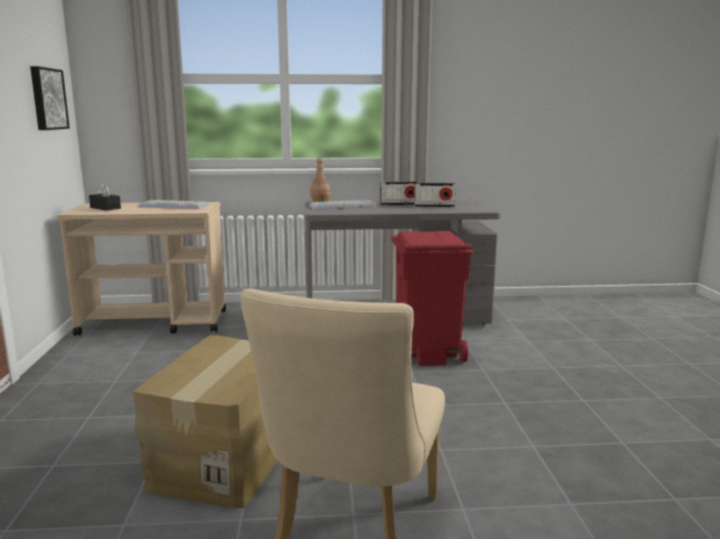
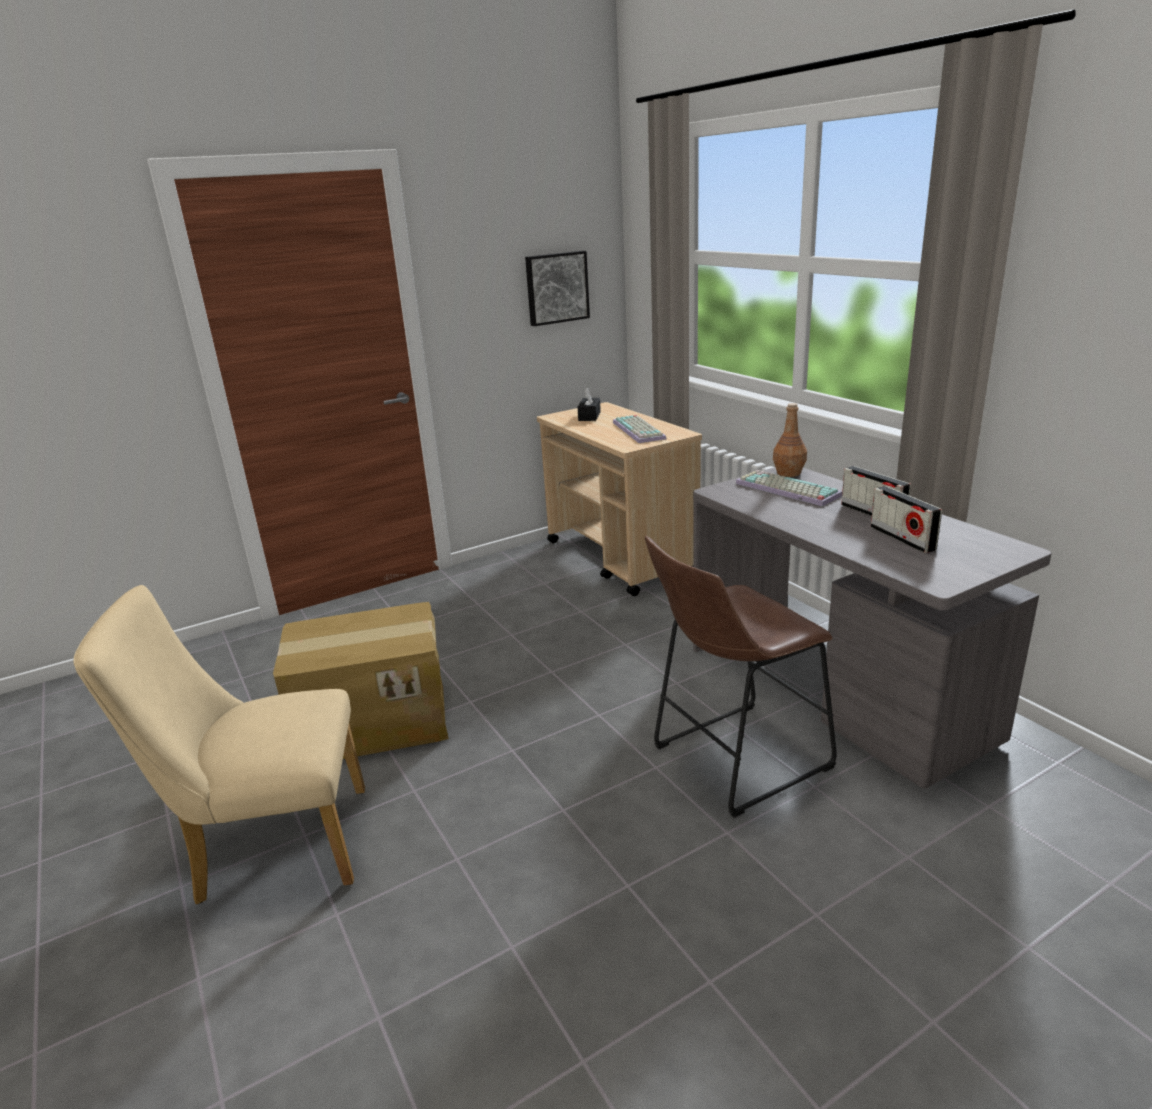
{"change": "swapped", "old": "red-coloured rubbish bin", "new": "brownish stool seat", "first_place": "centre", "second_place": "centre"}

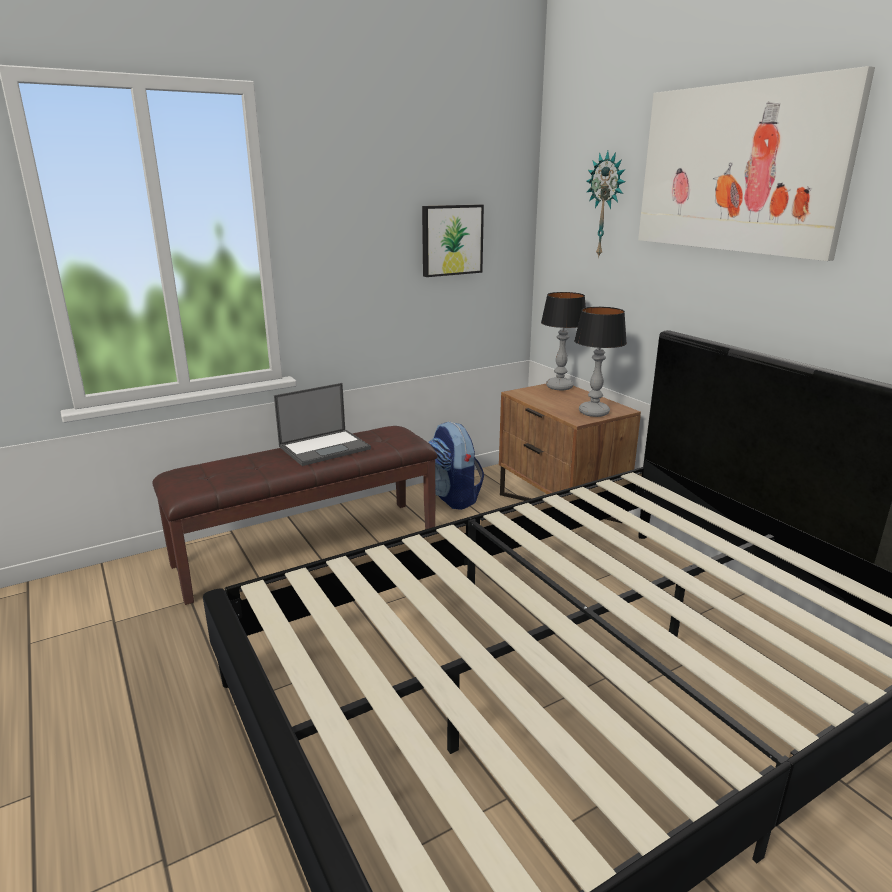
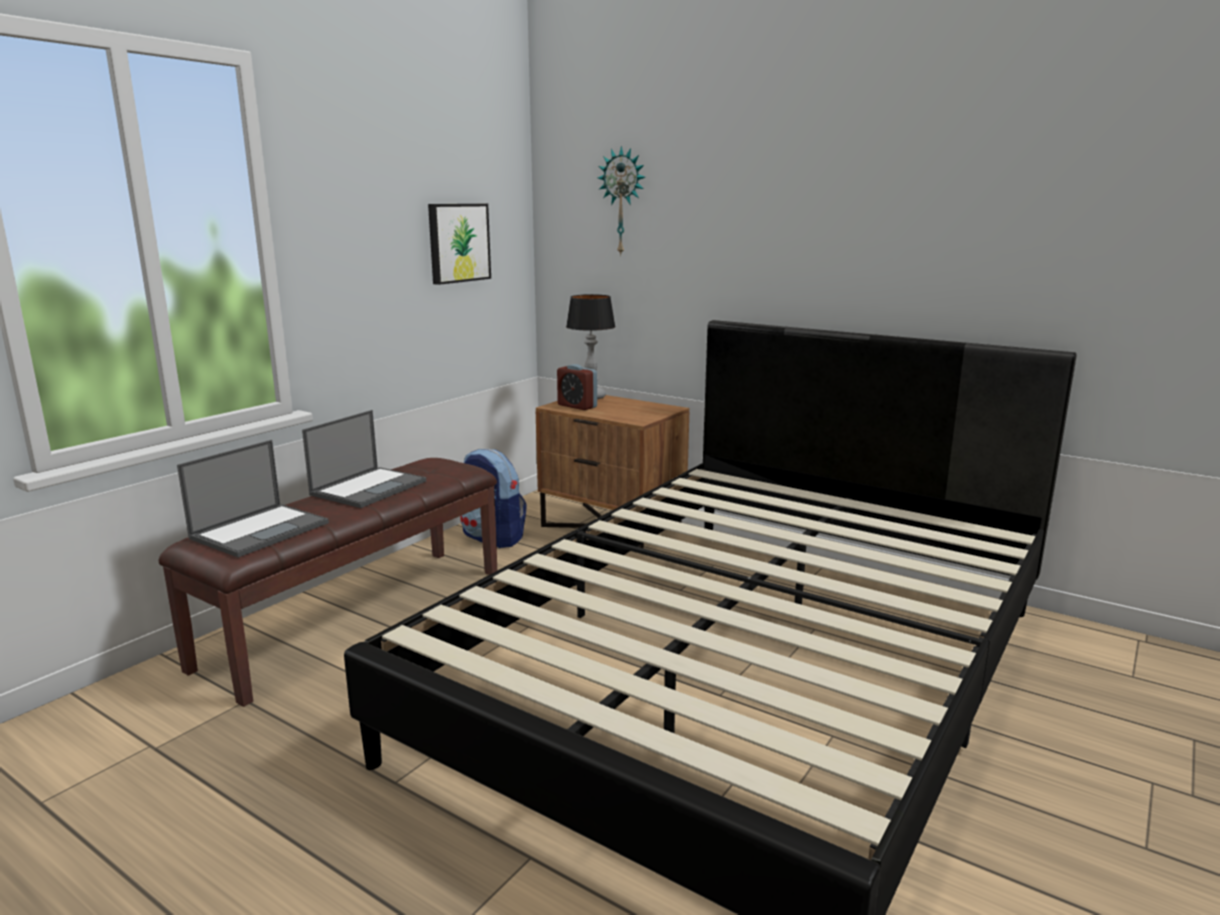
{"change": "gone", "old": "wall picture (no. 2 from left)", "first_place": "top right"}
{"change": "gone", "old": "table lamp (no. 2 from left)", "first_place": "middle right"}
{"change": "new", "new": "bedside clock", "second_place": "centre"}
{"change": "new", "new": "notebook computer (no. 1 from left)", "second_place": "middle left"}

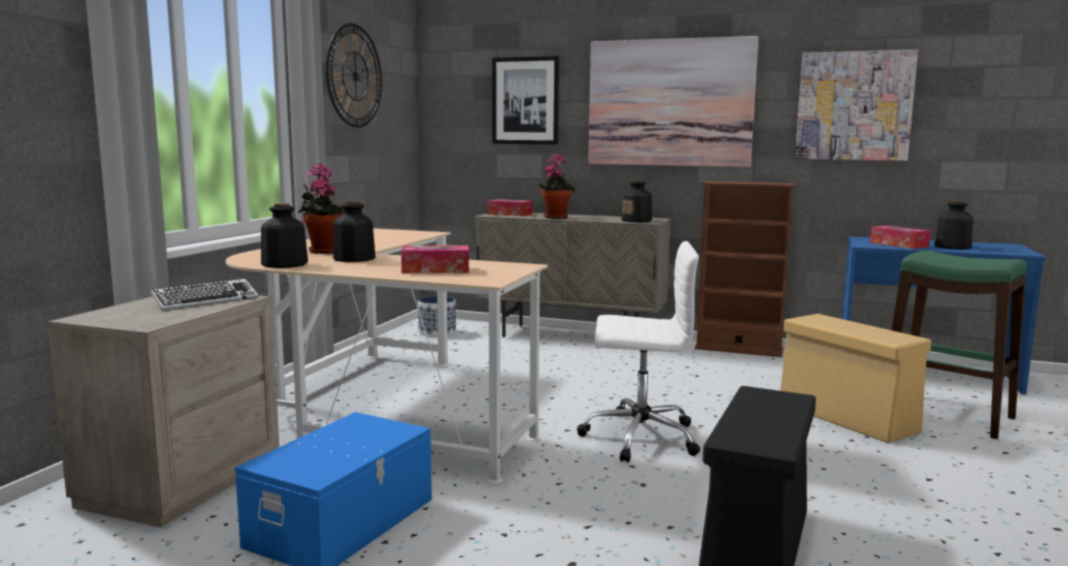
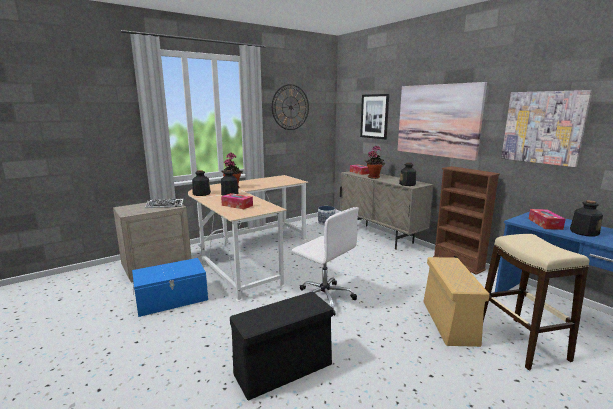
{"change": "repainted", "old": "greenish stool seat", "new": "beige stool seat", "first_place": "middle right", "second_place": "bottom right"}

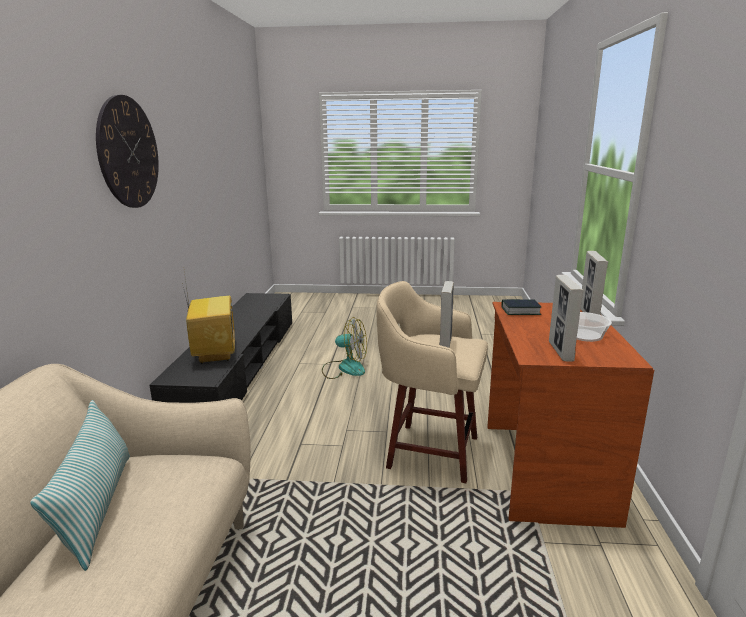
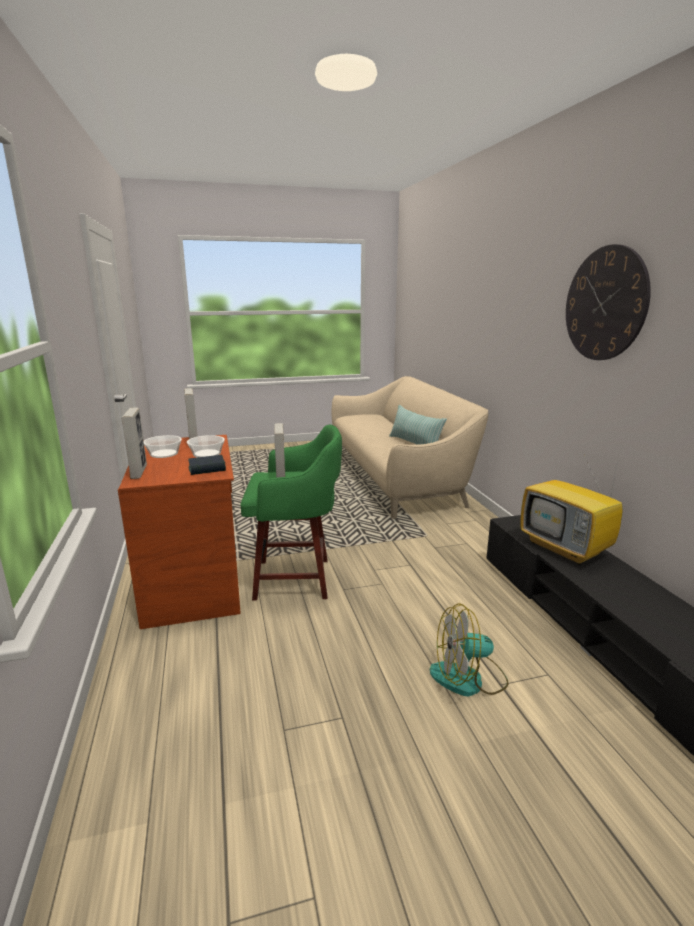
{"change": "repainted", "old": "beige stool seat", "new": "greenish stool seat", "first_place": "centre", "second_place": "centre"}
{"change": "new", "new": "deep dish (no. 2 from left)", "second_place": "middle left"}

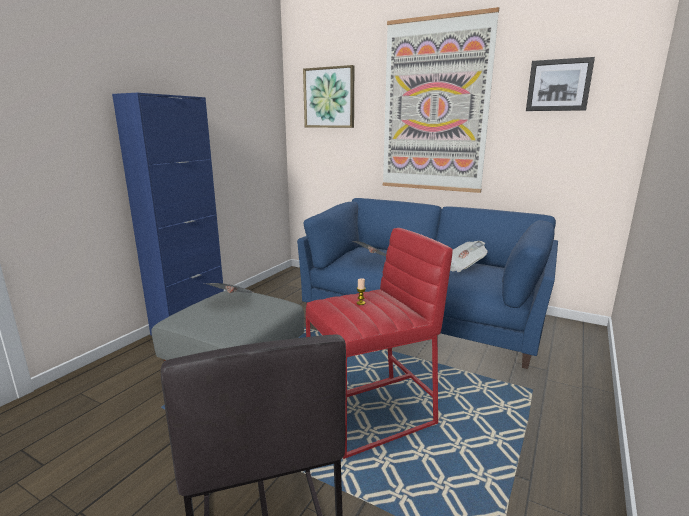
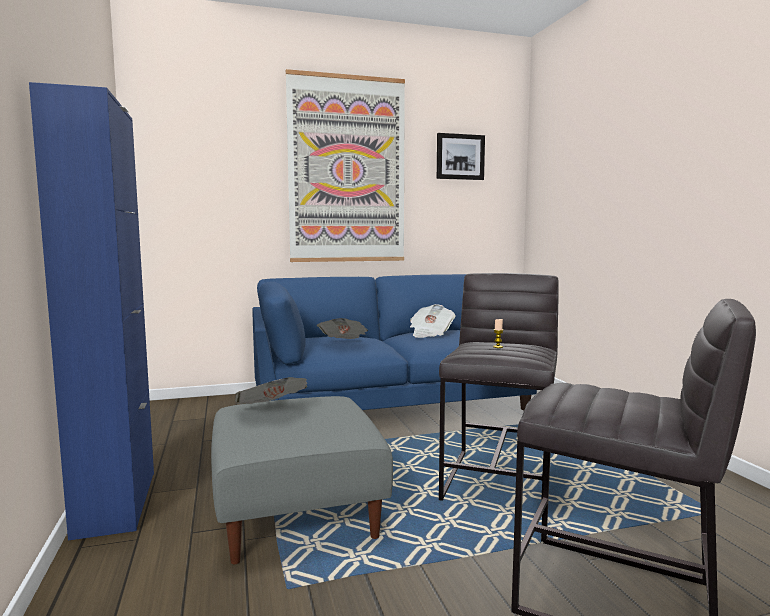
{"change": "gone", "old": "wall picture (no. 1 from left)", "first_place": "top centre"}
{"change": "repainted", "old": "red-coloured stool seat", "new": "gray stool seat (no. 1 from left)", "first_place": "centre", "second_place": "centre"}

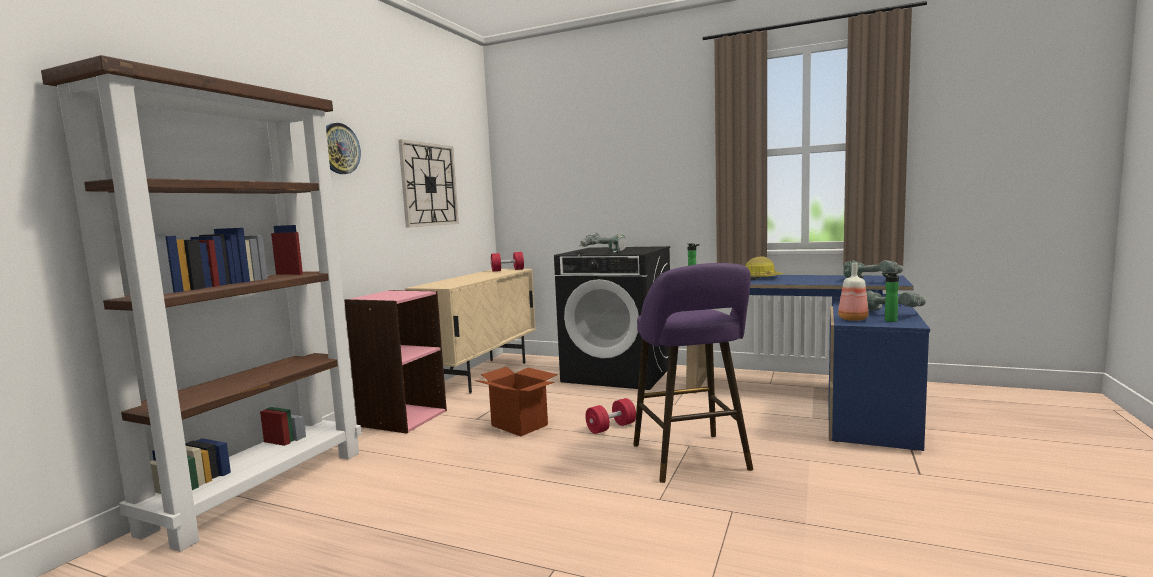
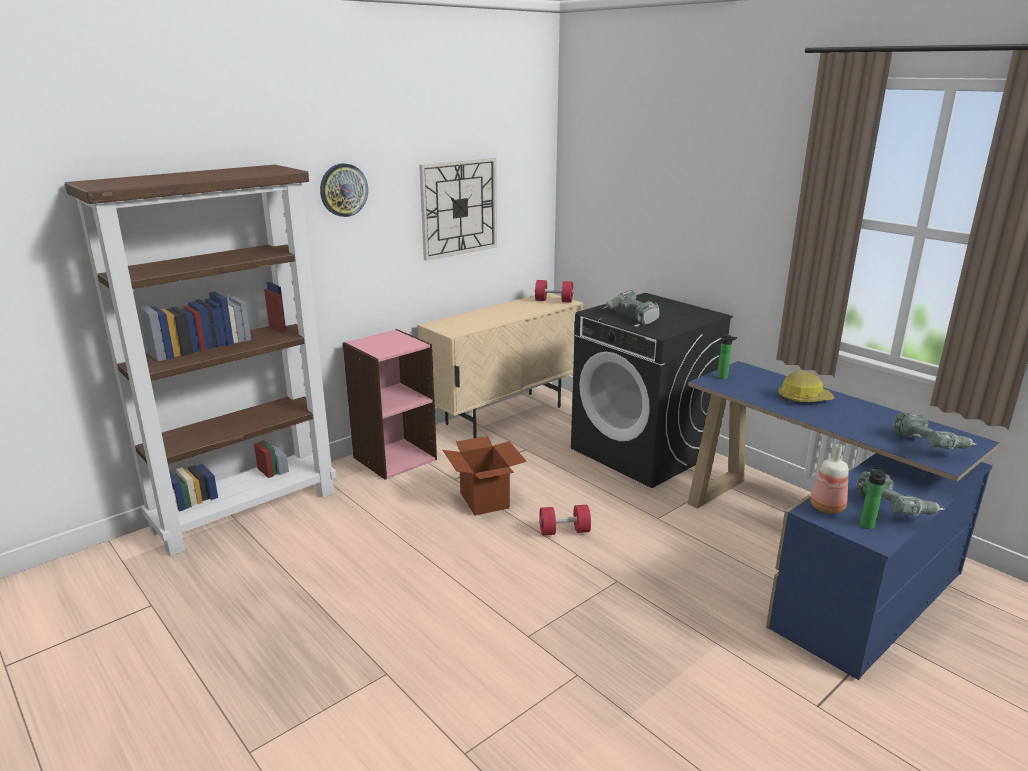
{"change": "gone", "old": "purplish stool seat", "first_place": "centre"}

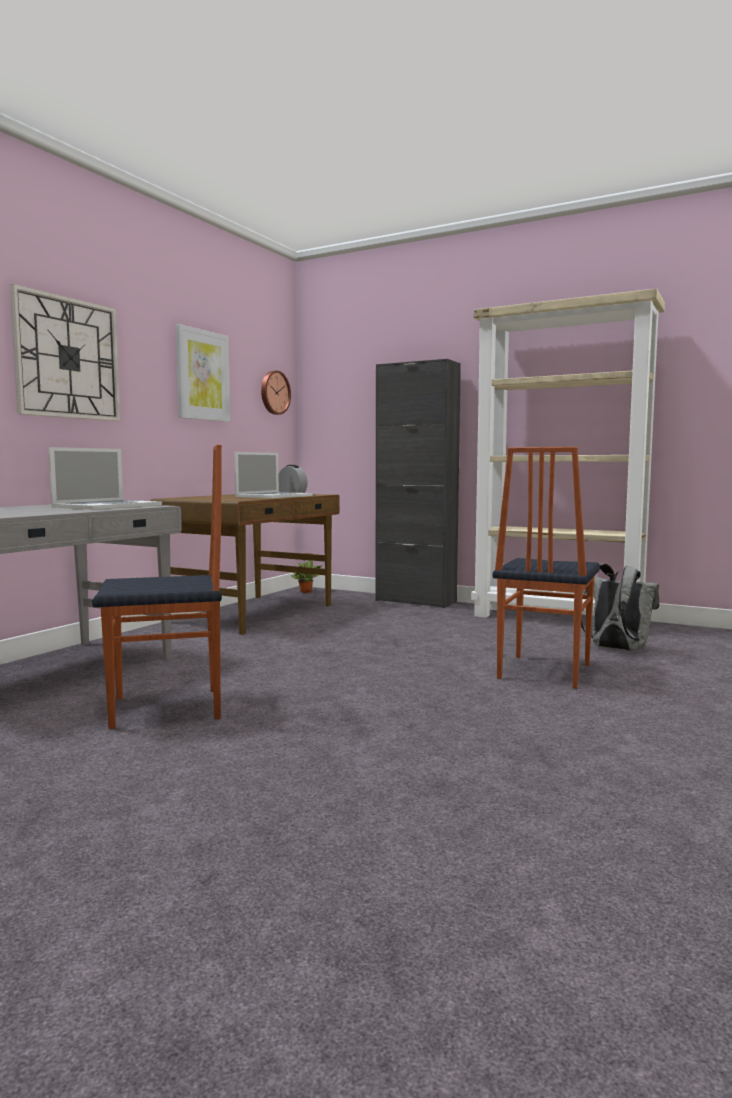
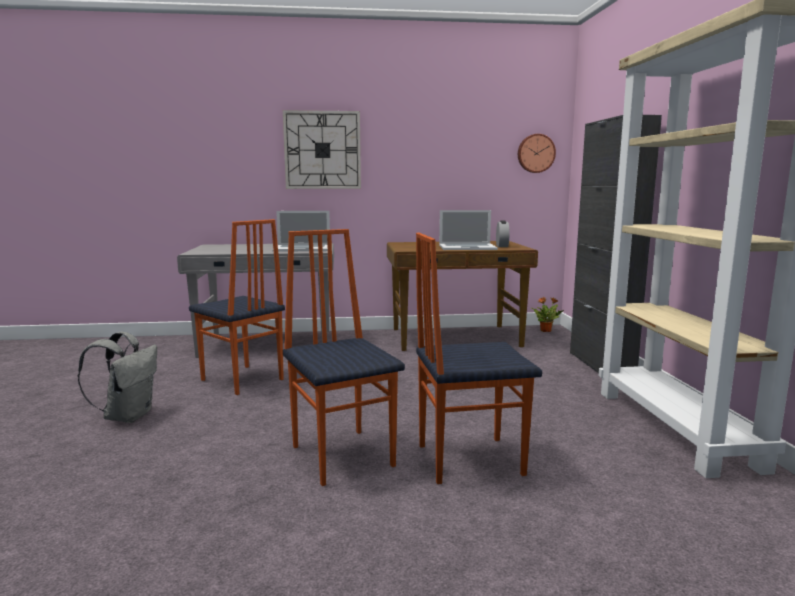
{"change": "gone", "old": "wall picture", "first_place": "middle left"}
{"change": "shifted", "old": "gray backpack", "first_place": "middle right", "second_place": "middle left"}
{"change": "new", "new": "chair (no. 2 from left)", "second_place": "centre"}

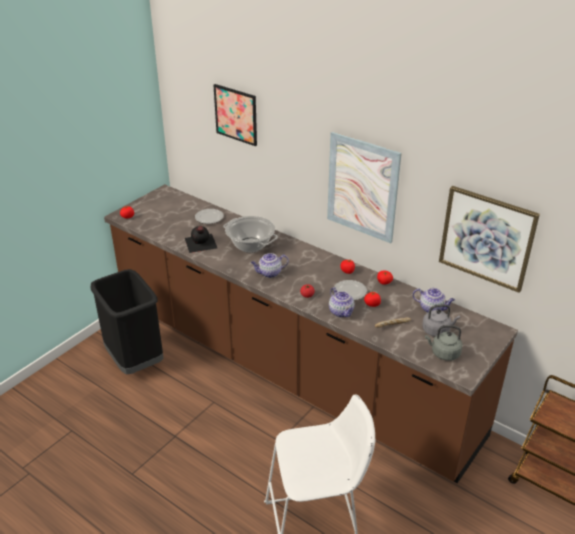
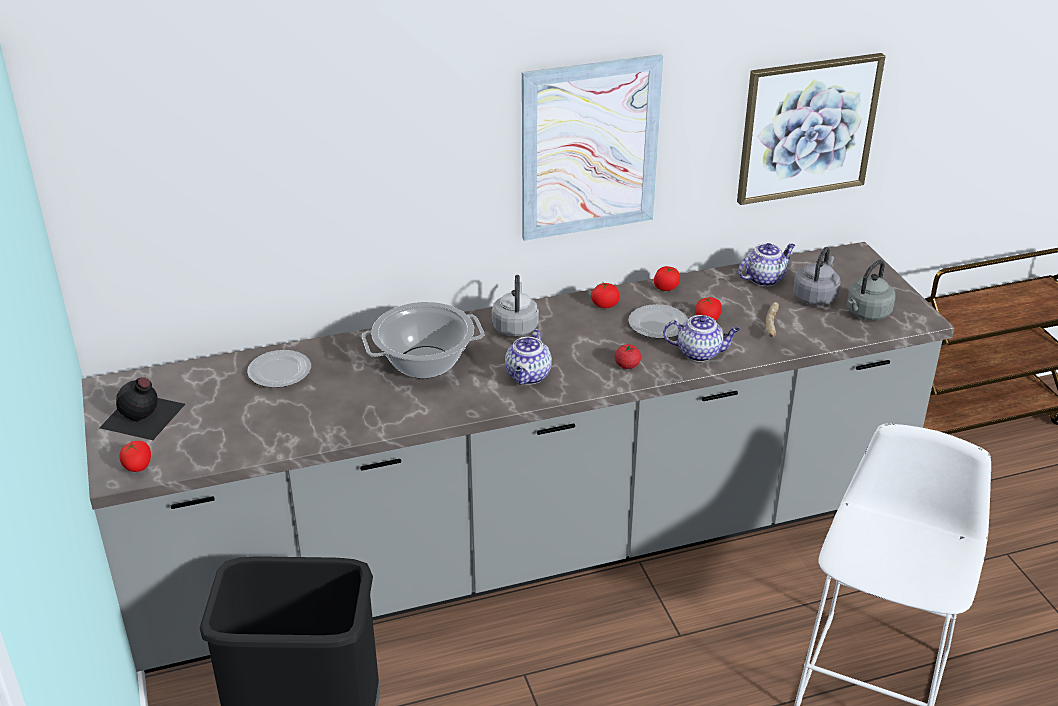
{"change": "gone", "old": "wall picture (no. 1 from left)", "first_place": "top centre"}
{"change": "repainted", "old": "brownish counter", "new": "gray counter", "first_place": "centre", "second_place": "centre"}
{"change": "shifted", "old": "black drink bottle", "first_place": "centre", "second_place": "middle left"}
{"change": "new", "new": "gray water kettle (no. 1 from left)", "second_place": "centre"}

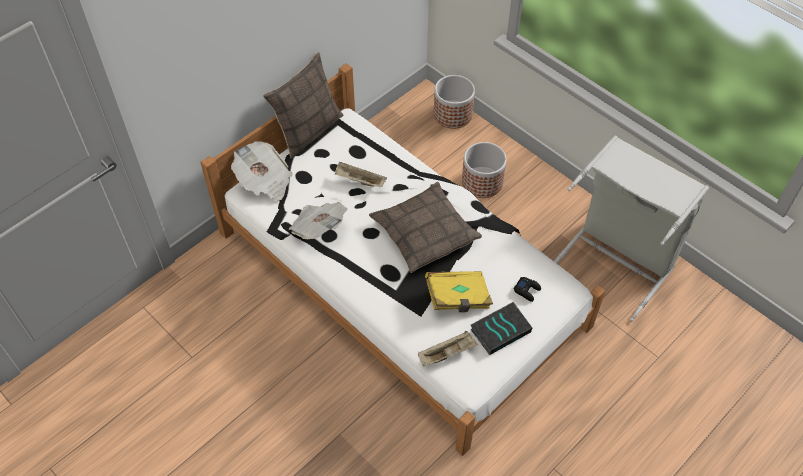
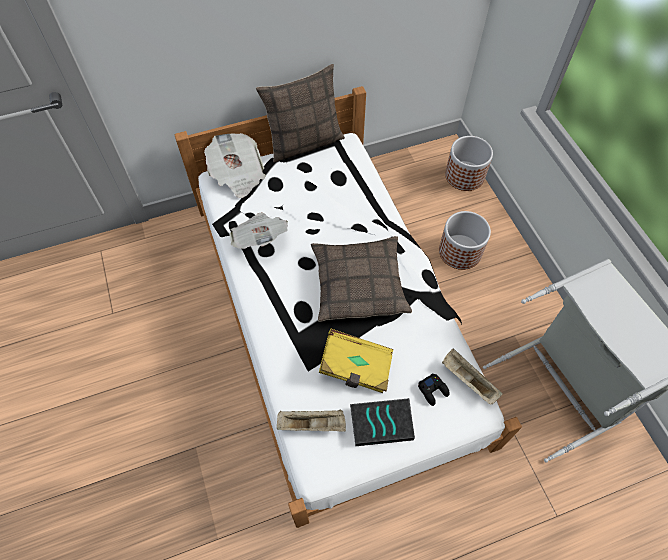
{"change": "shifted", "old": "beige serving tray (no. 1 from left in the first image)", "new": "beige serving tray (no. 2 from left)", "first_place": "centre", "second_place": "bottom right"}

